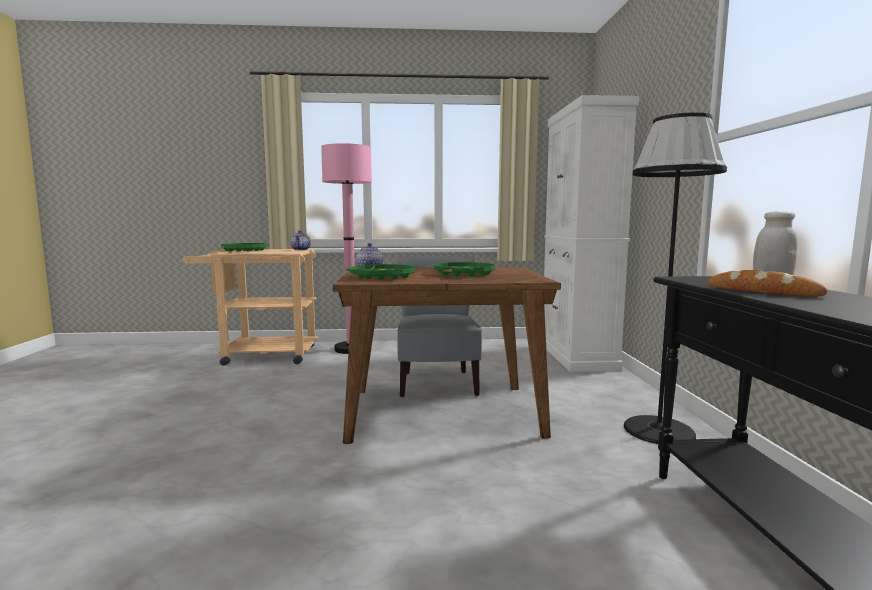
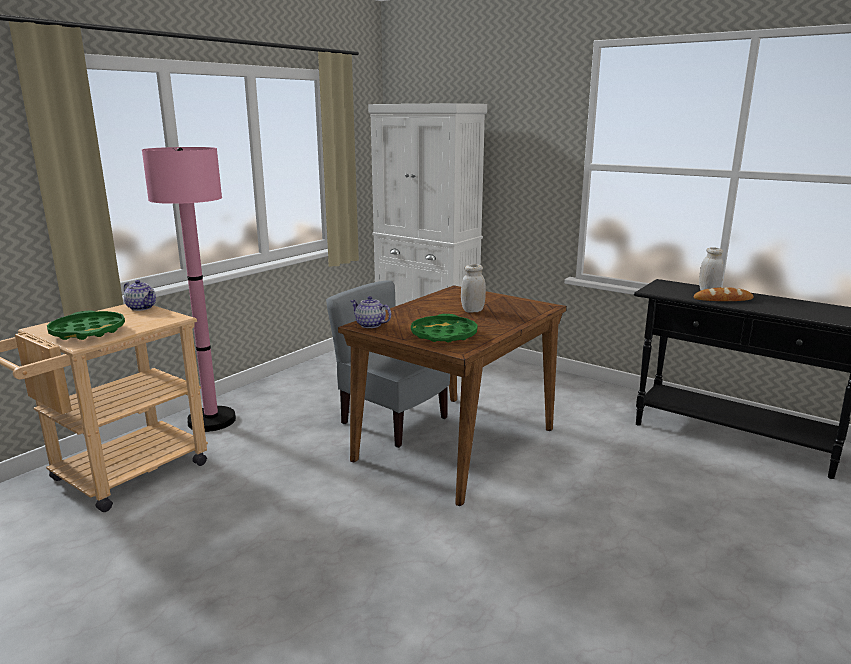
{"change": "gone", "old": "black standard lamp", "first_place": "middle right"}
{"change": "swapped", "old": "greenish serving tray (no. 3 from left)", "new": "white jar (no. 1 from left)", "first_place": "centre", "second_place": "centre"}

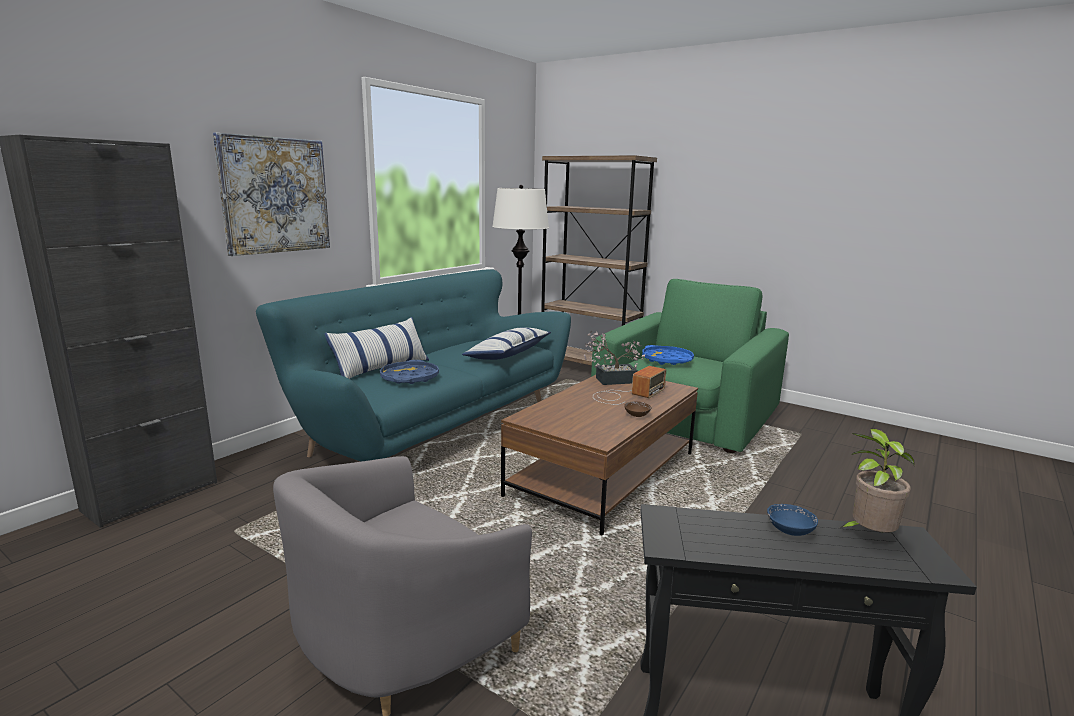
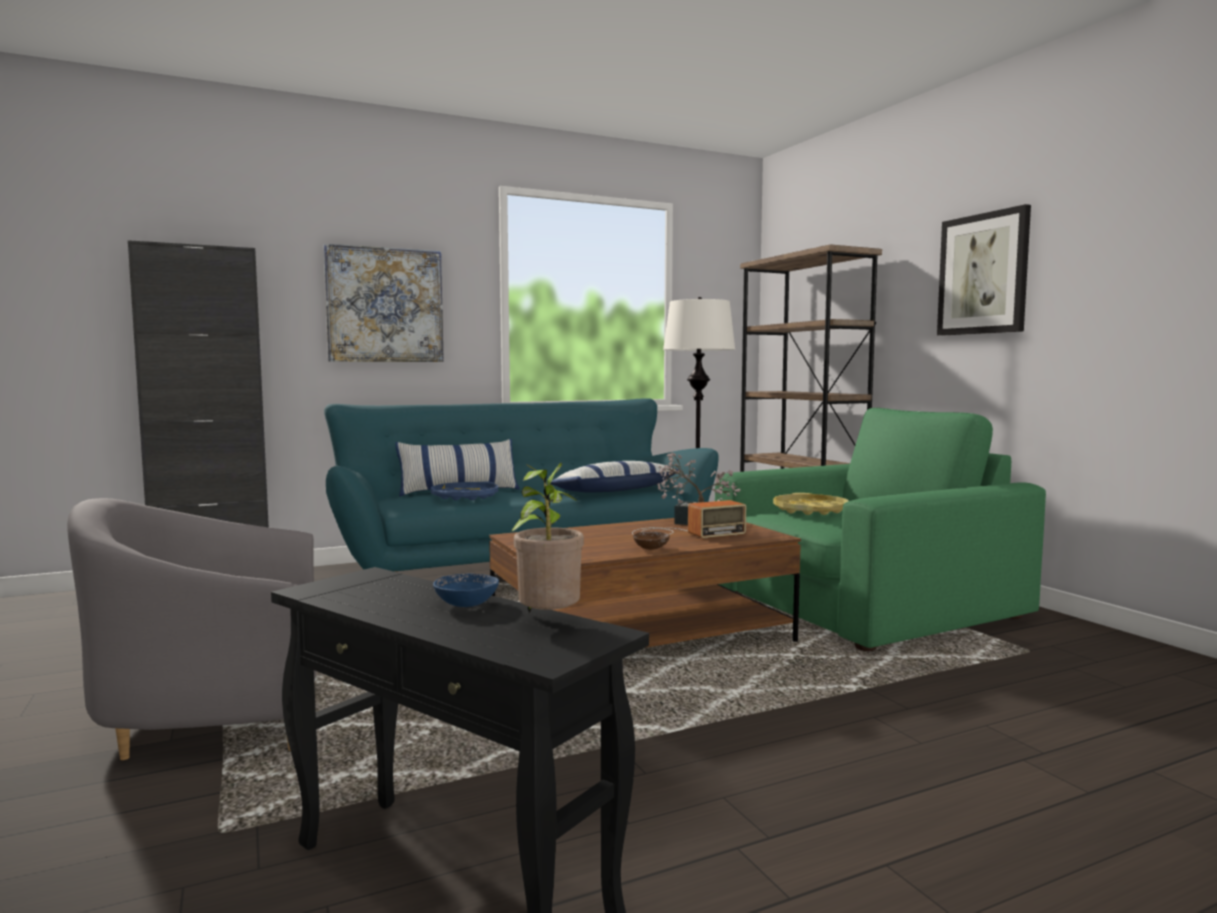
{"change": "repainted", "old": "blue-coloured serving tray (no. 2 from left)", "new": "yellow-coloured serving tray", "first_place": "centre", "second_place": "centre"}
{"change": "new", "new": "wall picture (no. 2 from left)", "second_place": "top right"}

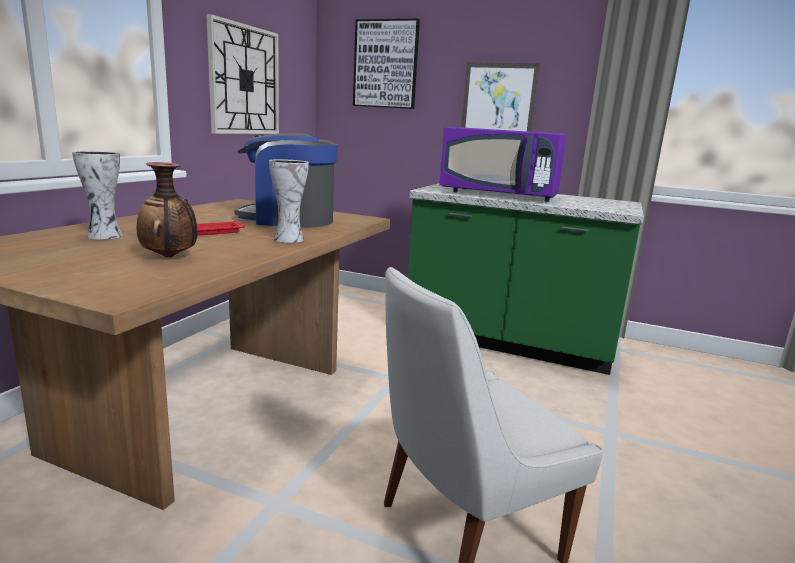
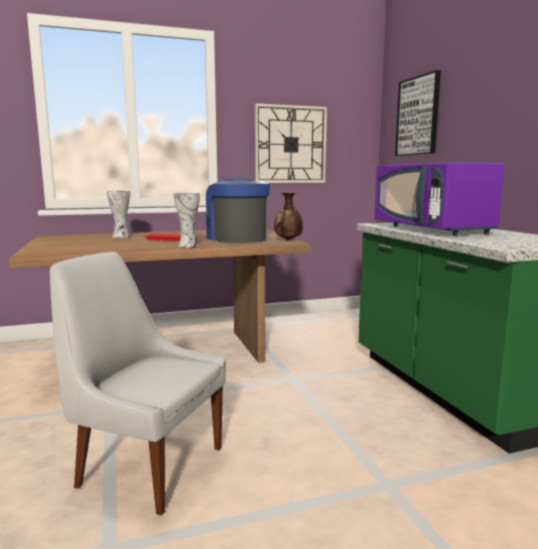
{"change": "gone", "old": "wall picture (no. 2 from left)", "first_place": "top centre"}
{"change": "shifted", "old": "flower vase (no. 2 from left in the first image)", "new": "flower vase (no. 3 from left)", "first_place": "middle left", "second_place": "centre"}

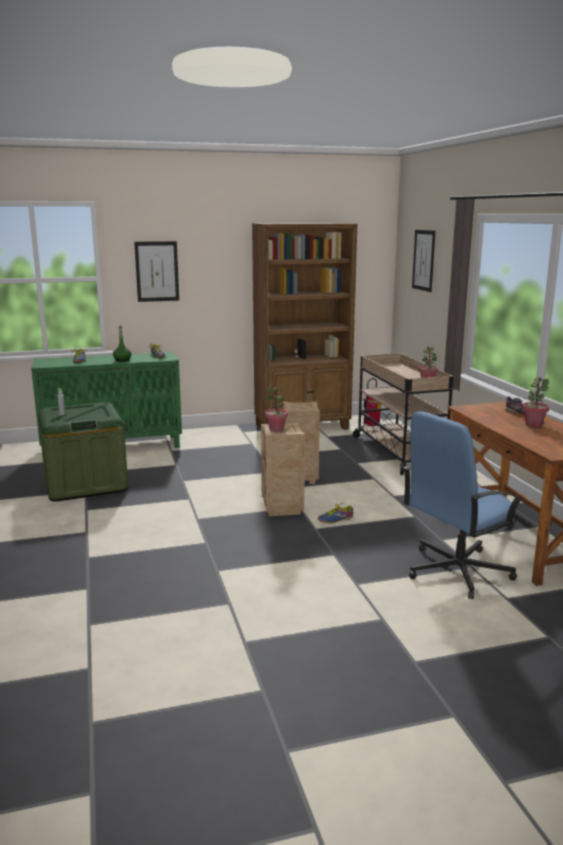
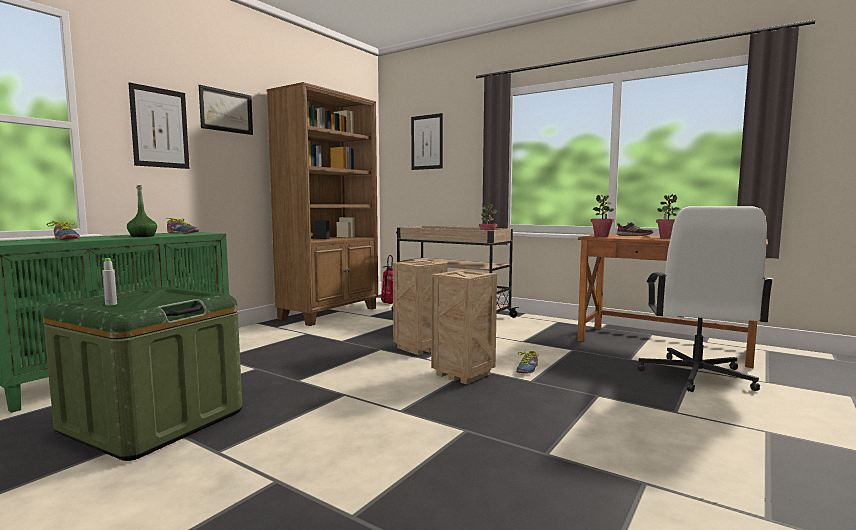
{"change": "shifted", "old": "potted plant (no. 1 from left in the first image)", "new": "potted plant (no. 2 from left)", "first_place": "centre", "second_place": "middle right"}
{"change": "repainted", "old": "blue-coloured computer chair", "new": "white computer chair", "first_place": "middle right", "second_place": "middle right"}
{"change": "new", "new": "wall picture (no. 2 from left)", "second_place": "top left"}

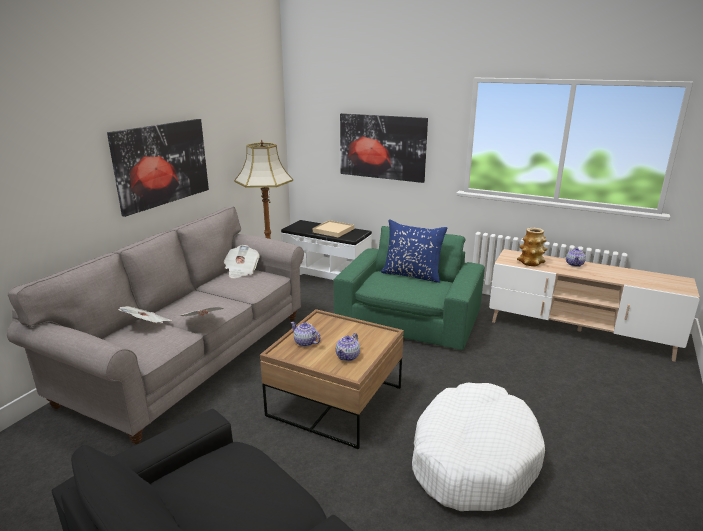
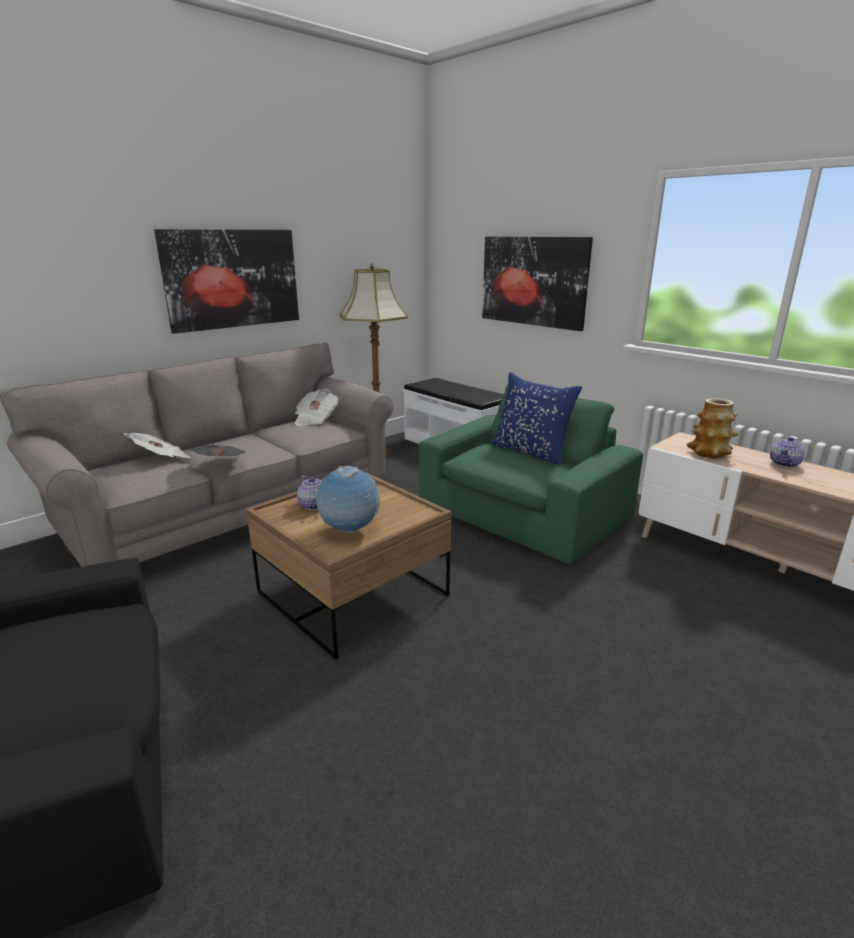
{"change": "gone", "old": "beige serving tray", "first_place": "centre"}
{"change": "swapped", "old": "teapot (no. 2 from left)", "new": "desk globe", "first_place": "centre", "second_place": "centre"}
{"change": "gone", "old": "white dog bed", "first_place": "bottom right"}

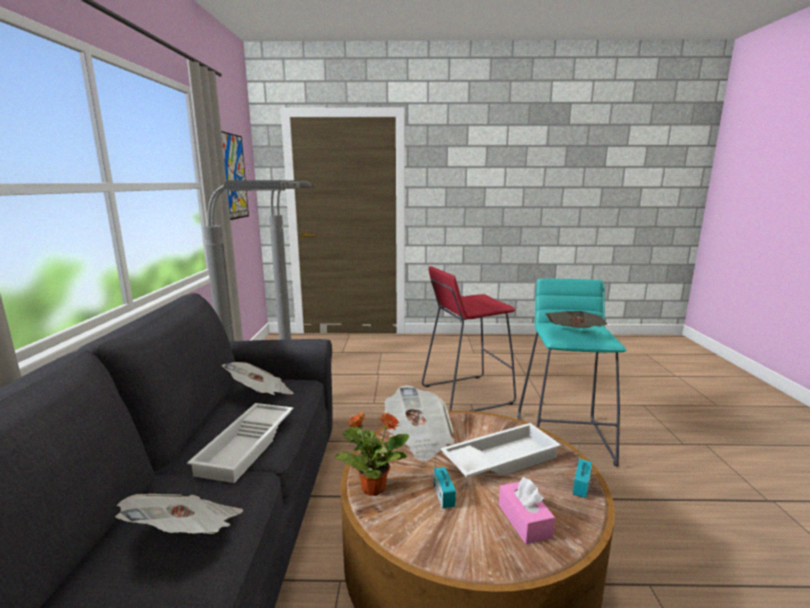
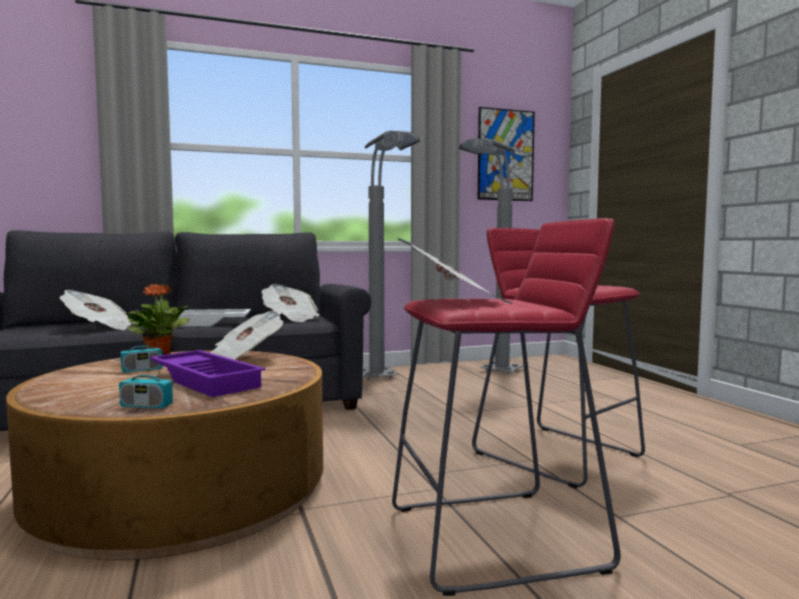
{"change": "repainted", "old": "blue-green stool seat", "new": "red-coloured stool seat (no. 1 from left)", "first_place": "middle right", "second_place": "bottom centre"}
{"change": "repainted", "old": "white serving tray (no. 2 from left)", "new": "purplish serving tray", "first_place": "bottom centre", "second_place": "middle left"}
{"change": "gone", "old": "pinkish box of tissues", "first_place": "bottom centre"}

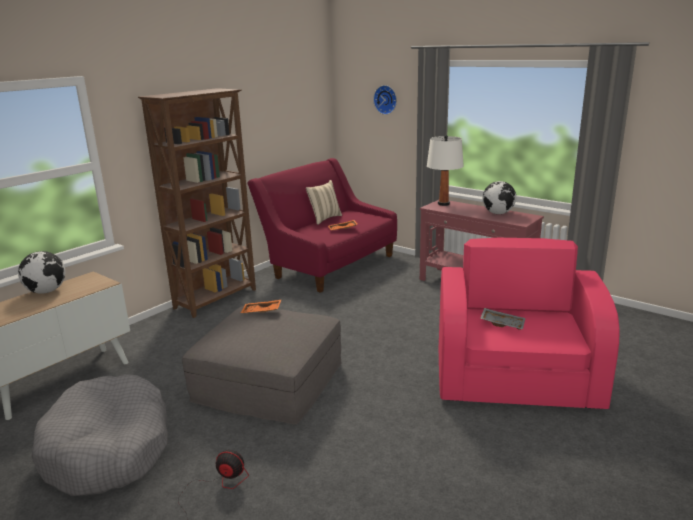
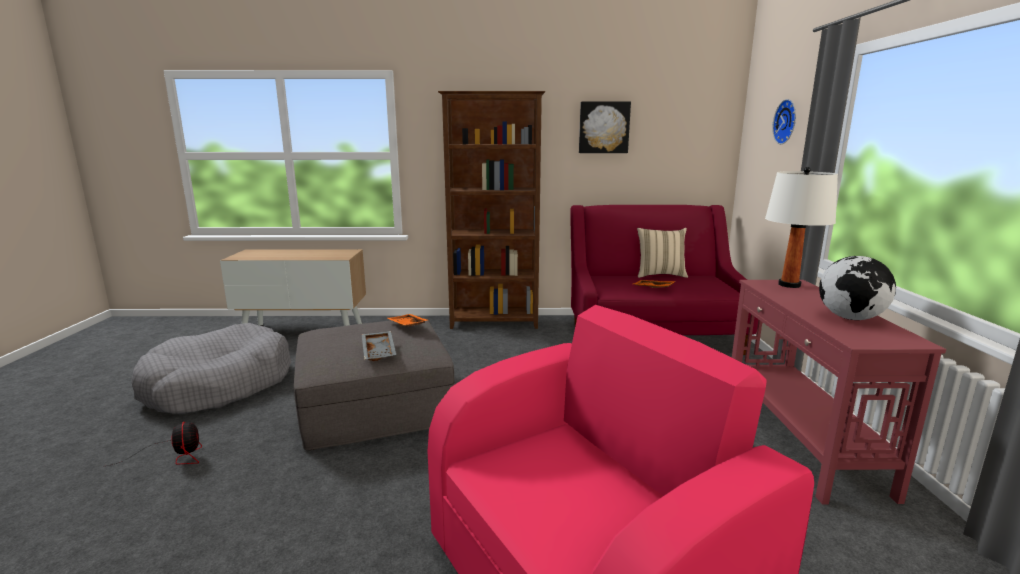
{"change": "gone", "old": "desk globe (no. 1 from left)", "first_place": "middle left"}
{"change": "shifted", "old": "gray serving tray", "first_place": "middle right", "second_place": "centre"}
{"change": "new", "new": "wall picture", "second_place": "top centre"}

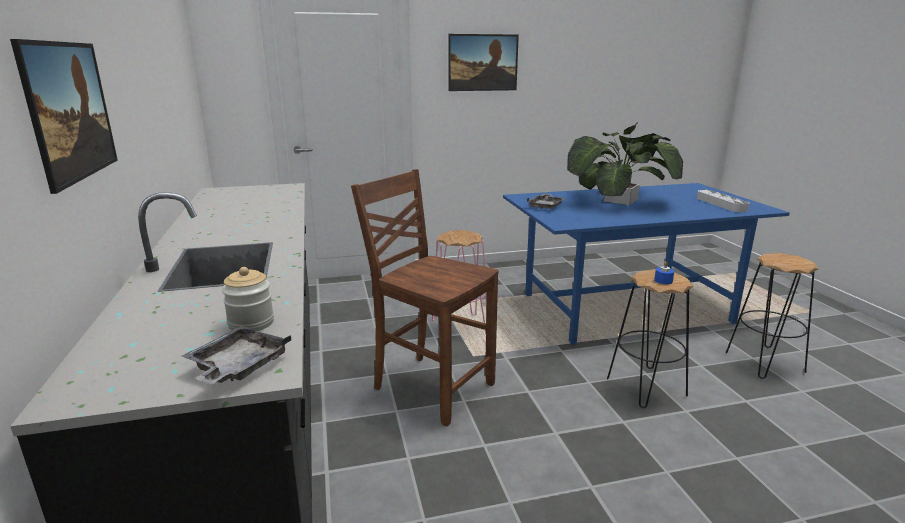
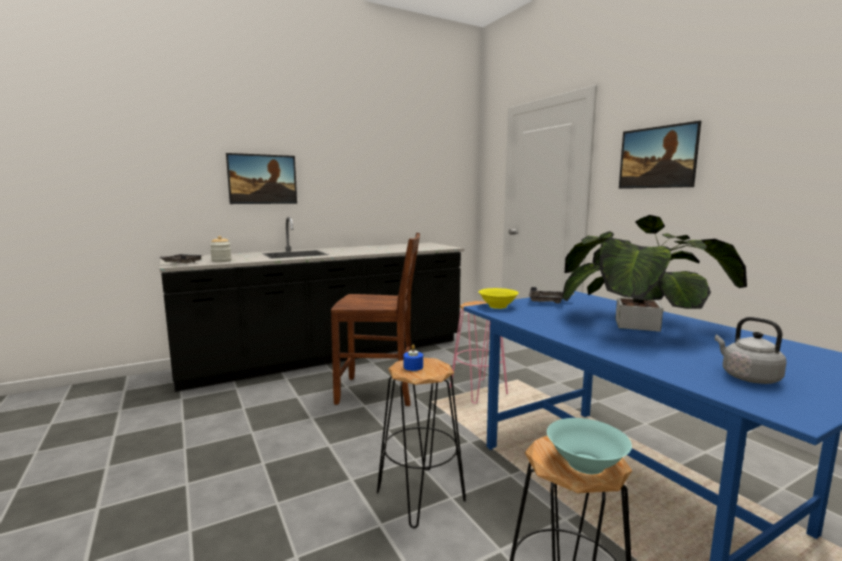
{"change": "rotated", "old": "brownish chair", "first_place": "centre", "second_place": "centre", "degrees": 75}
{"change": "swapped", "old": "gray serving tray (no. 3 from left)", "new": "gray water kettle", "first_place": "middle right", "second_place": "middle right"}
{"change": "new", "new": "yellow-coloured deep dish", "second_place": "centre"}
{"change": "new", "new": "blue-green deep dish", "second_place": "bottom right"}

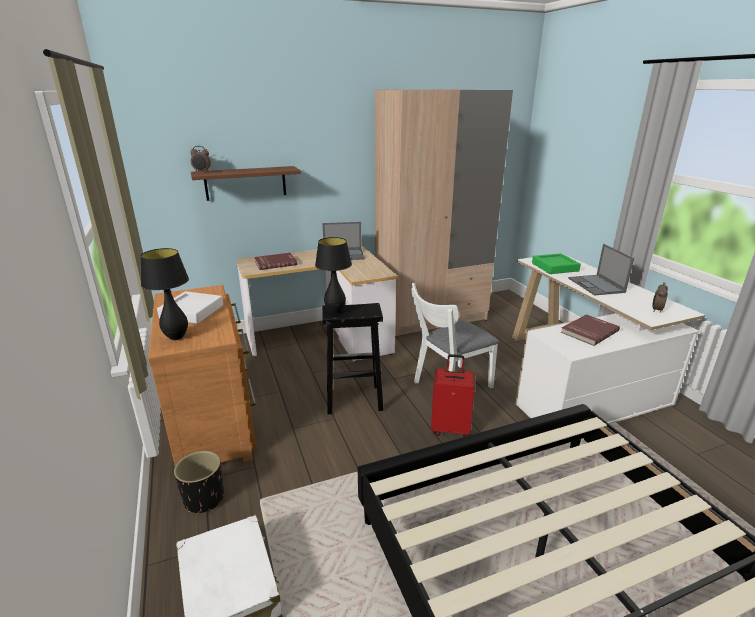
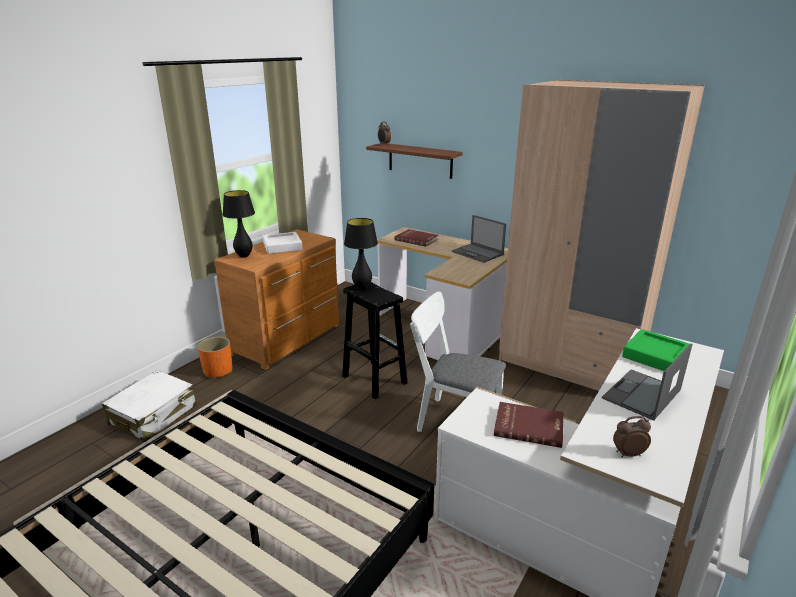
{"change": "gone", "old": "red-coloured suitcase", "first_place": "centre"}
{"change": "repainted", "old": "black planter", "new": "orangey planter", "first_place": "bottom left", "second_place": "middle left"}

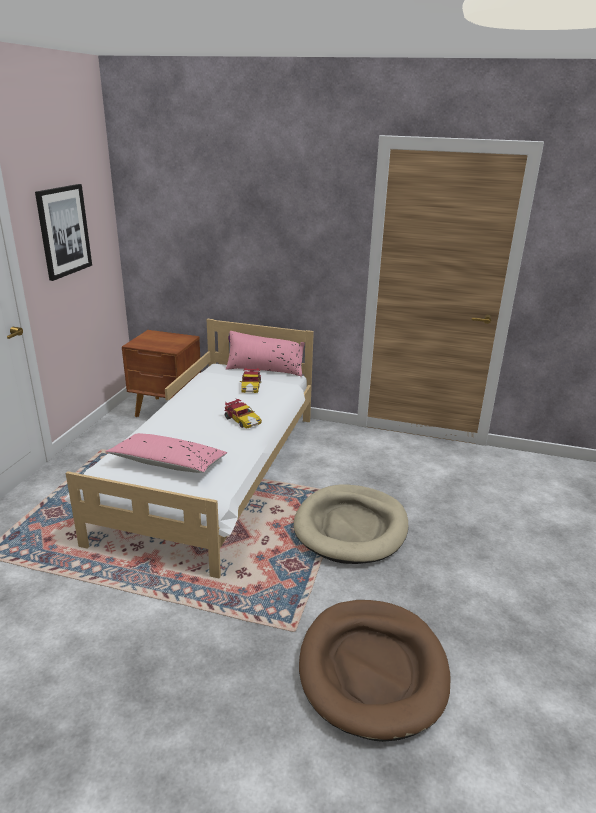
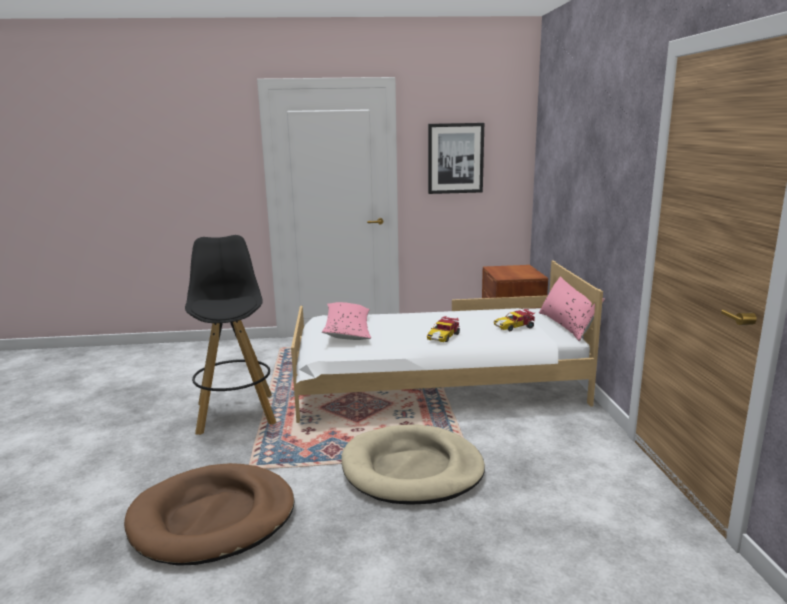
{"change": "new", "new": "black stool seat", "second_place": "middle left"}

